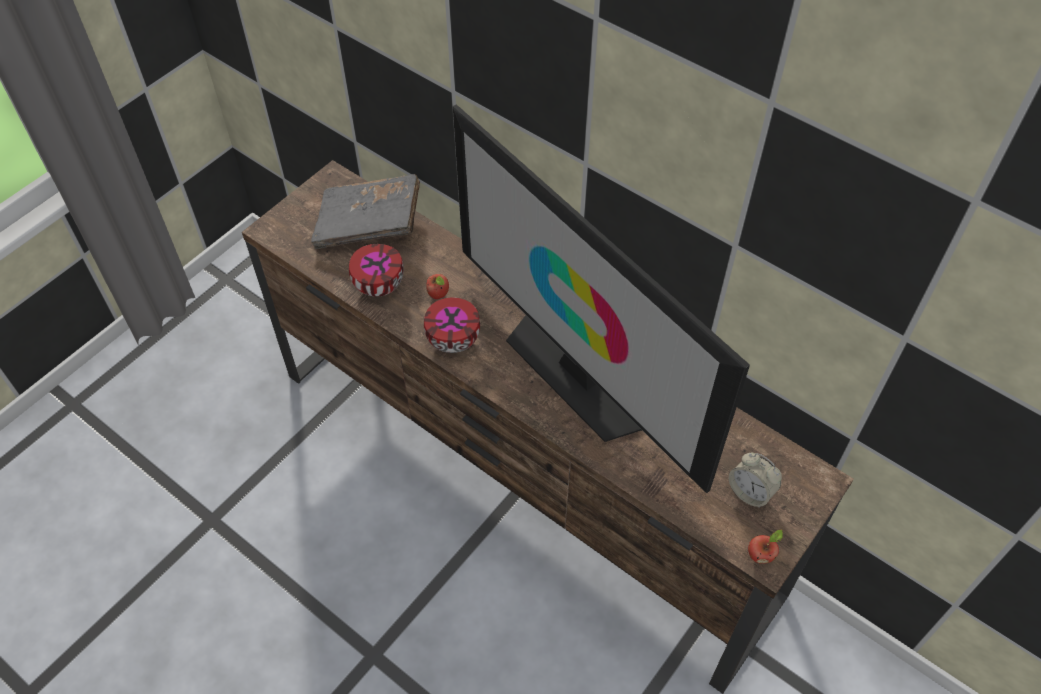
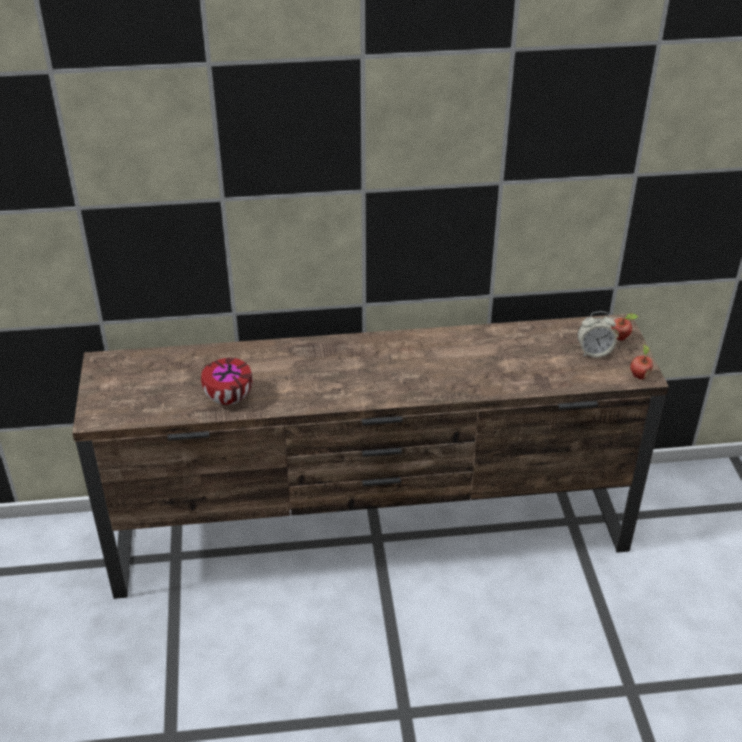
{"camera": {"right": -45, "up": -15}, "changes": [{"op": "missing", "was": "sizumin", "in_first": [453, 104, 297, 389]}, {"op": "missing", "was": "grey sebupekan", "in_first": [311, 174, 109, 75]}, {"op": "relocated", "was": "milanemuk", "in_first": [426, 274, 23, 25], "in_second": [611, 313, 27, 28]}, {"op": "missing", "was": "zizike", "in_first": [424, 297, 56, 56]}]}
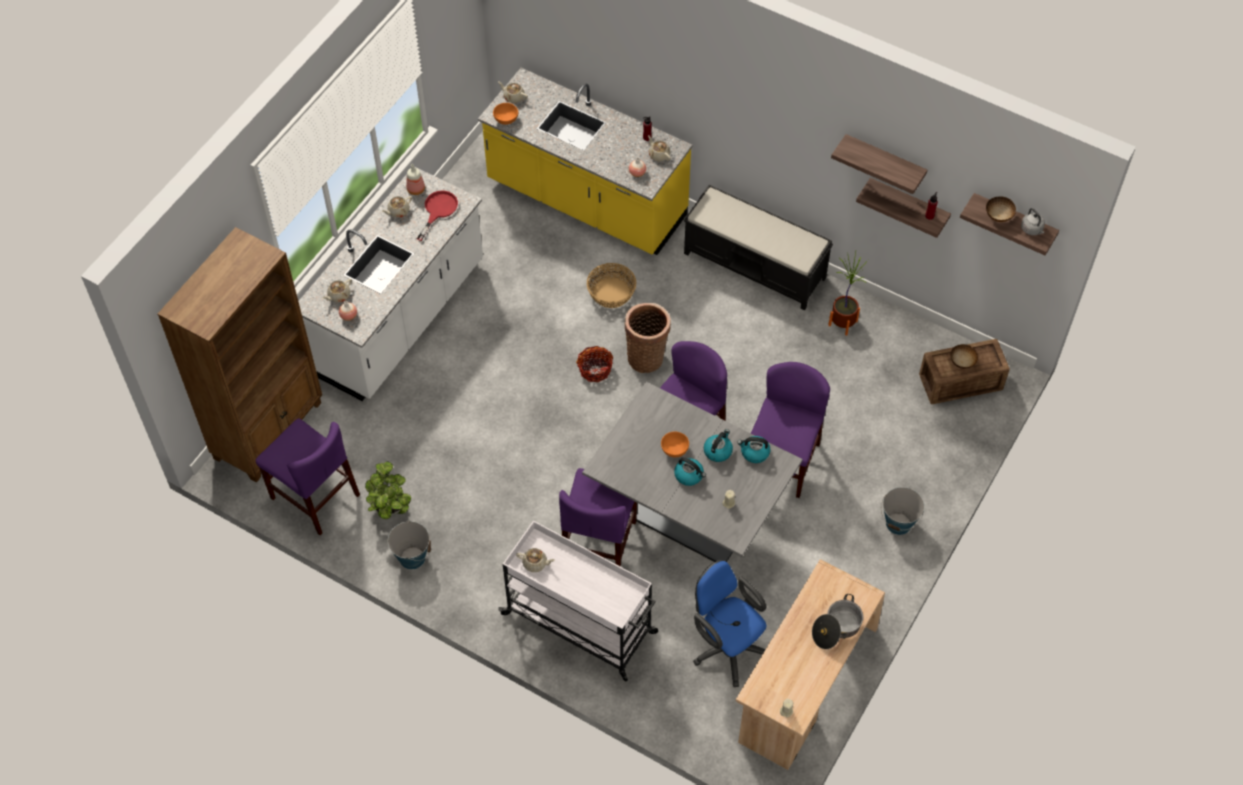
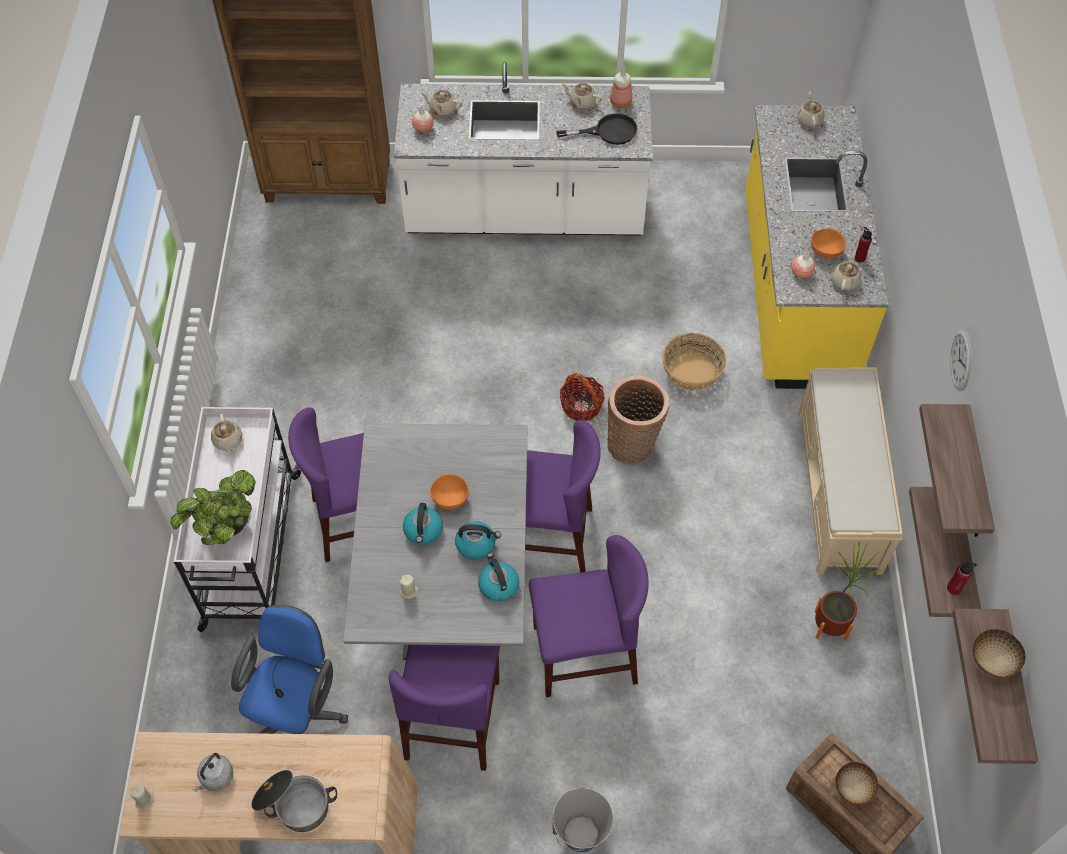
{"camera": {"right": 60, "up": 0}, "changes": [{"op": "relocated", "was": "orange zizike", "in_first": [493, 103, 25, 22], "in_second": [811, 228, 35, 31]}, {"op": "colour", "was": "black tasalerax", "now": "beige tasalerax", "in_first": [684, 185, 149, 125], "in_second": [798, 367, 105, 208]}, {"op": "colour", "was": "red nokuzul", "now": "black nokuzul", "in_first": [417, 190, 41, 51], "in_second": [556, 113, 81, 32]}, {"op": "relocated", "was": "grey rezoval", "in_first": [1021, 208, 24, 27], "in_second": [193, 753, 40, 39]}, {"op": "relocated", "was": "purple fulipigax", "in_first": [255, 418, 105, 117], "in_second": [389, 645, 111, 126]}, {"op": "relocated", "was": "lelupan", "in_first": [365, 461, 46, 58], "in_second": [171, 470, 85, 75]}, {"op": "missing", "was": "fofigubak", "in_first": [388, 520, 43, 50]}, {"op": "appeared", "now": "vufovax", "in_second": [950, 329, 22, 62]}]}
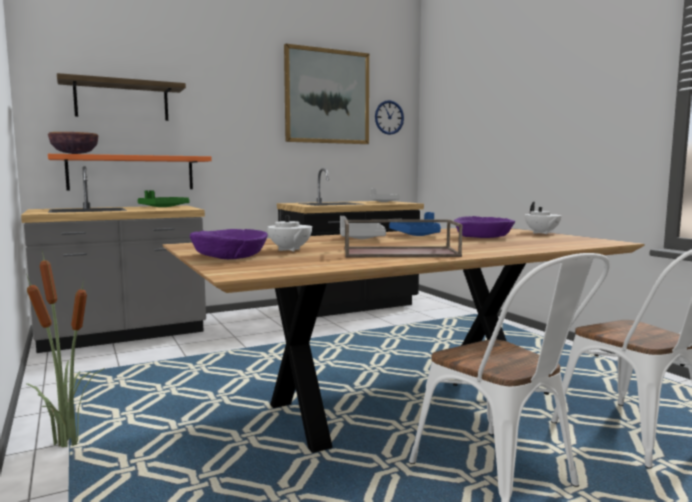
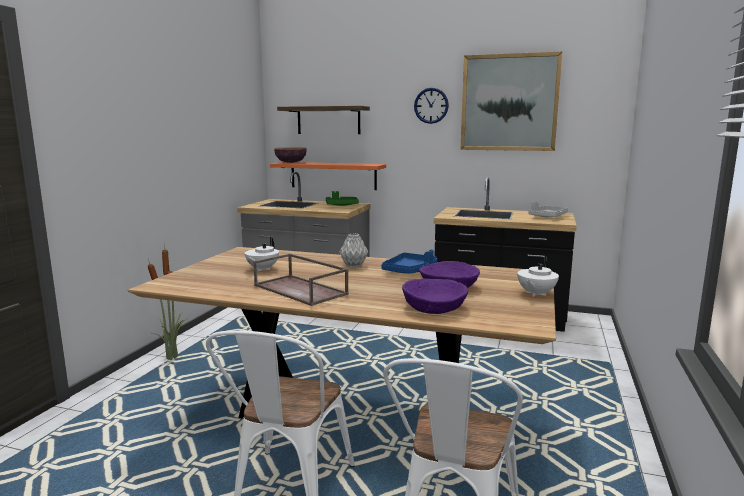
{"camera": {"right": 45, "up": 5}, "changes": [{"op": "relocated", "was": "vufovax", "in_first": [375, 100, 29, 35], "in_second": [414, 88, 35, 36]}, {"op": "exchanged", "was": "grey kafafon", "now": "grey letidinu", "in_first": [340, 216, 46, 23], "in_second": [340, 234, 28, 34]}, {"op": "relocated", "was": "purple zizike", "in_first": [190, 229, 78, 30], "in_second": [402, 278, 66, 36]}]}
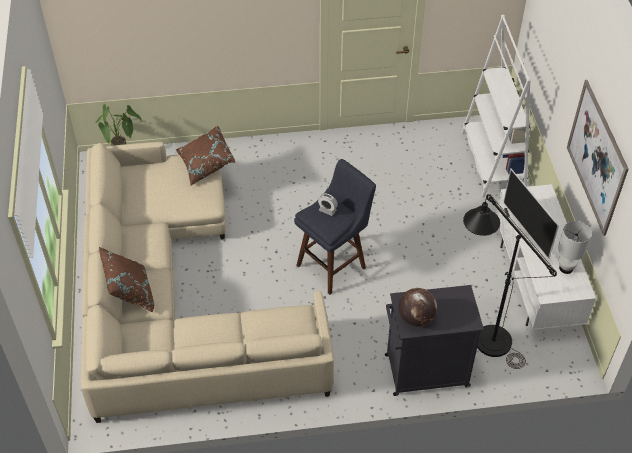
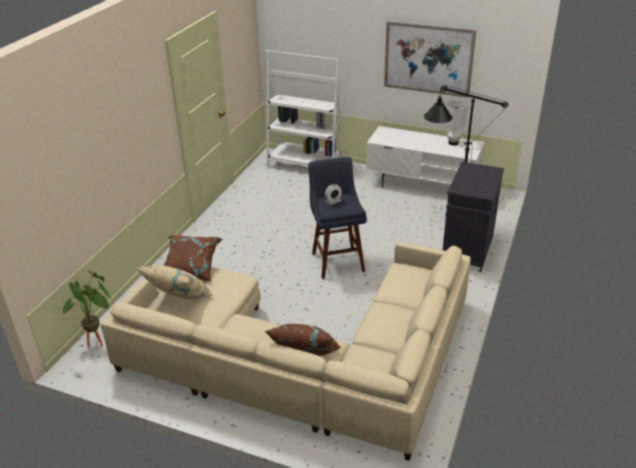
{"camera": {"right": -60, "up": -15}, "changes": [{"op": "missing", "was": "sizumin", "in_first": [503, 168, 56, 91]}, {"op": "missing", "was": "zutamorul", "in_first": [399, 288, 38, 38]}, {"op": "appeared", "now": "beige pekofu", "in_second": [136, 266, 77, 33]}]}
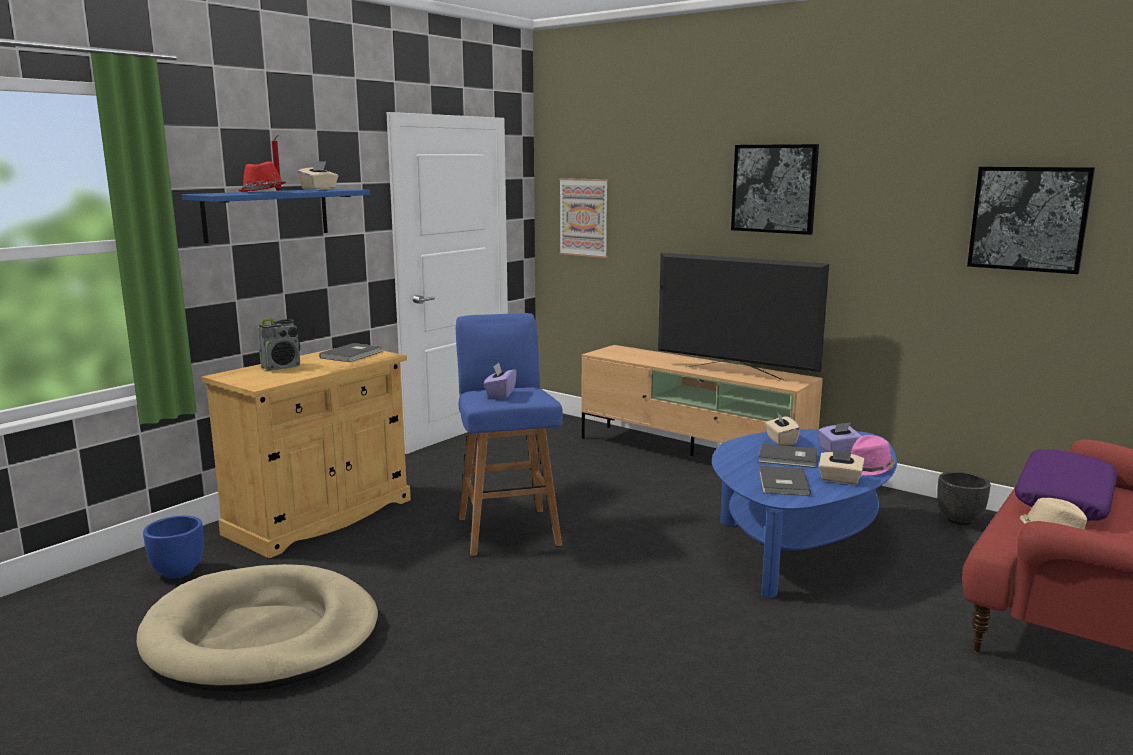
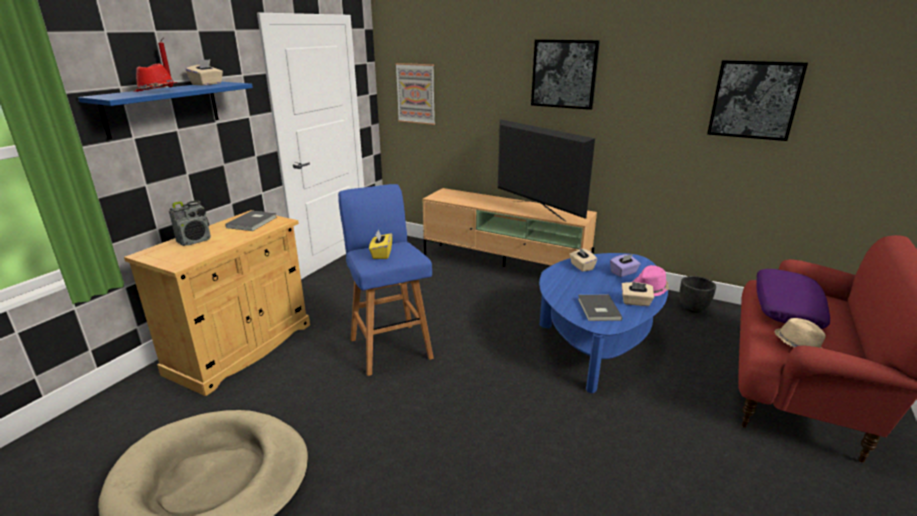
{"camera": {"right": -10, "up": 10}, "changes": [{"op": "spun", "was": "sizumin", "in_first": [658, 253, 171, 128], "in_second": [498, 119, 97, 102], "clockwise": -150}, {"op": "colour", "was": "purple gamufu", "now": "yellow gamufu", "in_first": [484, 362, 33, 36], "in_second": [369, 229, 23, 30]}, {"op": "missing", "was": "grey sebupekan", "in_first": [758, 444, 59, 24]}, {"op": "missing", "was": "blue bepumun", "in_first": [143, 516, 61, 62]}]}
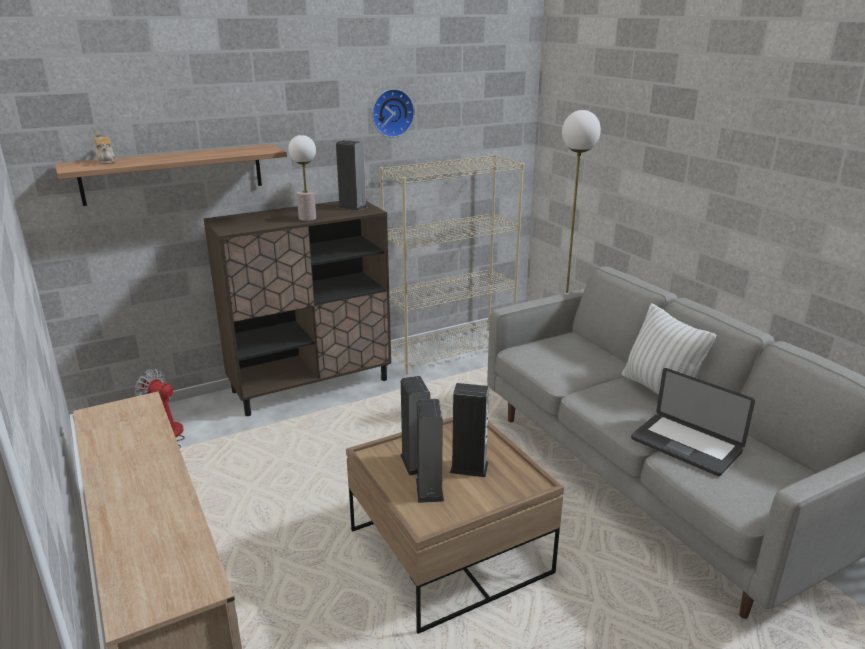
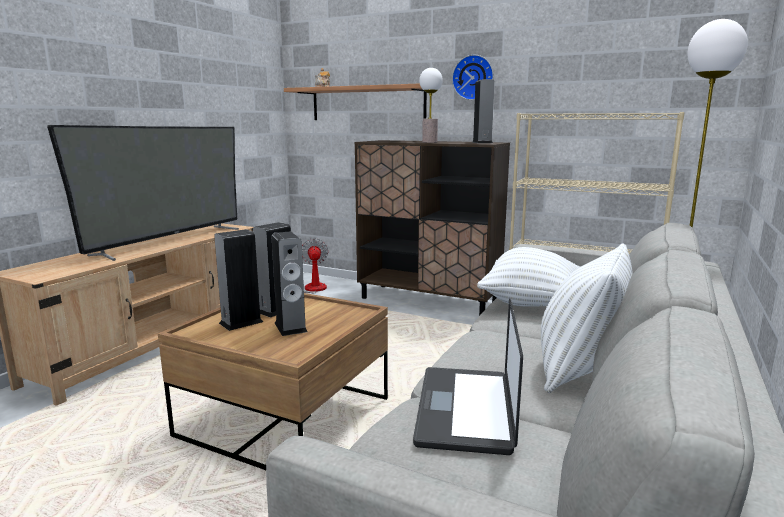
{"camera": {"right": 55, "up": -10}, "changes": [{"op": "relocated", "was": "vufovax", "in_first": [372, 89, 43, 49], "in_second": [452, 55, 42, 45]}, {"op": "appeared", "now": "sizumin", "in_second": [47, 125, 192, 136]}, {"op": "appeared", "now": "white pekofu", "in_second": [477, 247, 103, 59]}]}
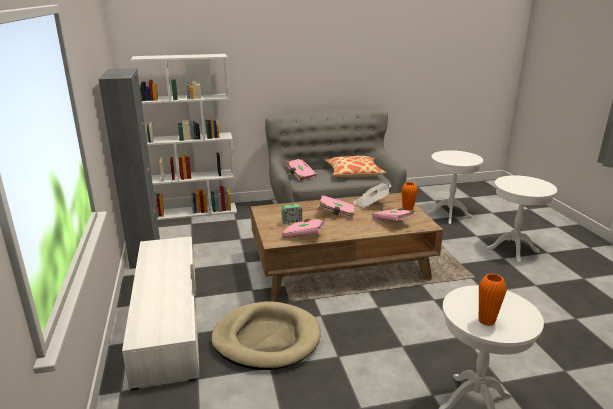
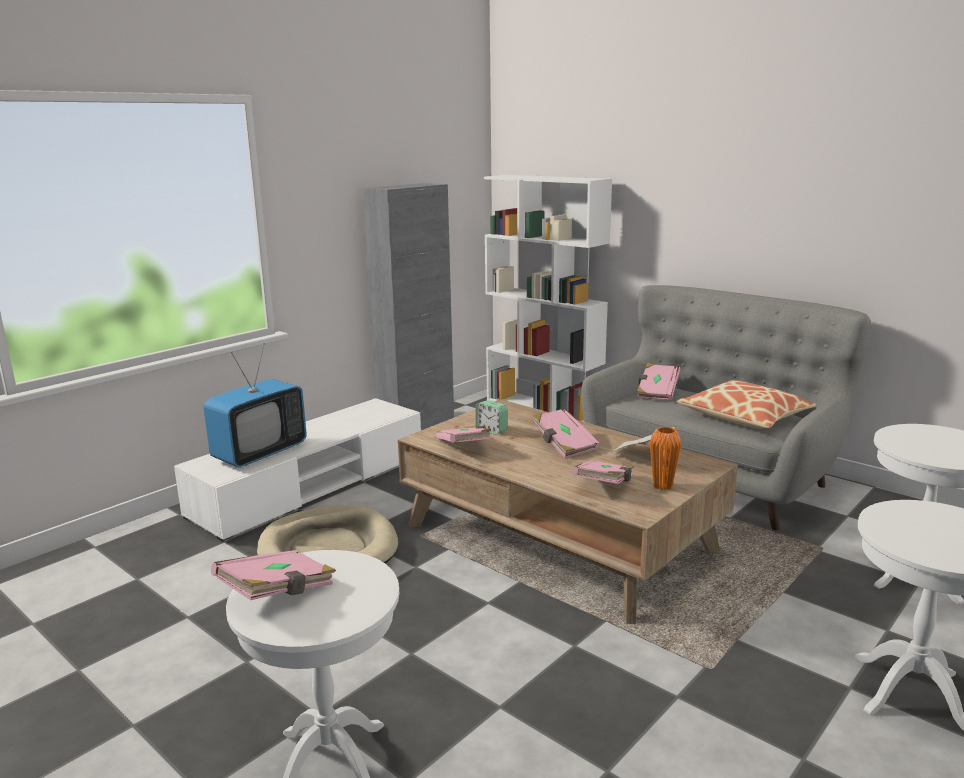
{"camera": {"right": 55, "up": -5}, "changes": [{"op": "exchanged", "was": "orange letidinu", "now": "pink sebupekan", "in_first": [479, 274, 28, 52], "in_second": [211, 550, 125, 50]}, {"op": "appeared", "now": "sizumin", "in_second": [203, 343, 104, 124]}]}
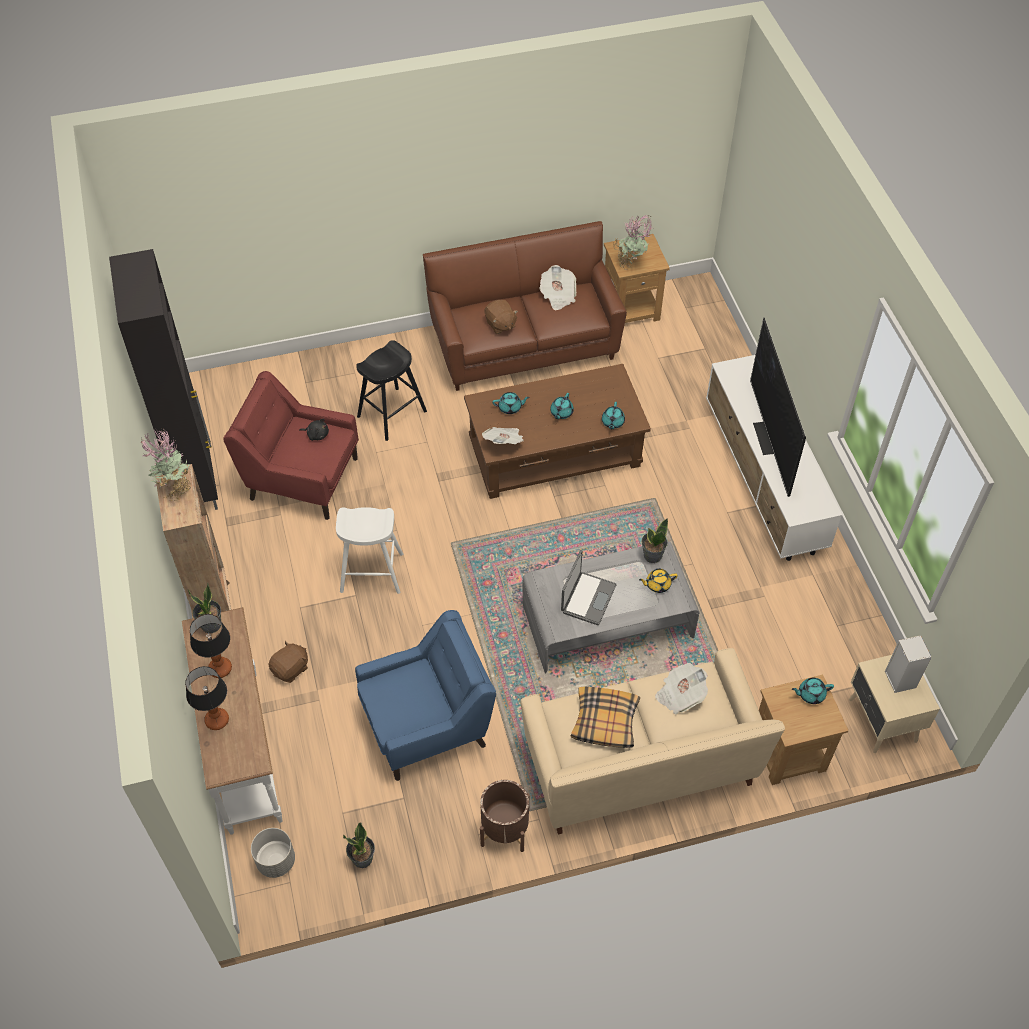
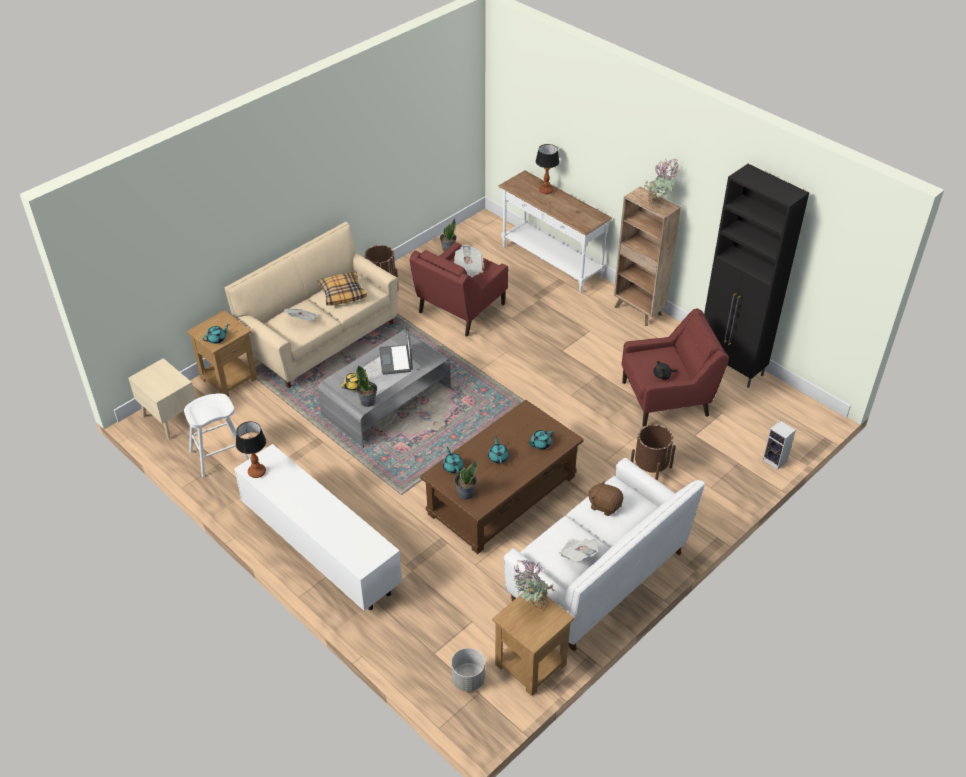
{"camera": {"right": 150, "up": -10}, "changes": [{"op": "colour", "was": "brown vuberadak", "now": "white vuberadak", "in_first": [423, 221, 204, 170], "in_second": [503, 458, 202, 193]}, {"op": "missing", "was": "sizumin", "in_first": [750, 318, 56, 179]}, {"op": "exchanged", "was": "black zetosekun", "now": "brown bepumun", "in_first": [356, 340, 71, 101], "in_second": [631, 424, 45, 57]}, {"op": "relocated", "was": "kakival", "in_first": [482, 427, 42, 17], "in_second": [454, 245, 30, 33]}, {"op": "relocated", "was": "white zetosekun", "in_first": [336, 507, 67, 87], "in_second": [184, 393, 65, 84]}, {"op": "relocated", "was": "lelupan", "in_first": [188, 582, 33, 51], "in_second": [454, 460, 23, 40]}, {"op": "colour", "was": "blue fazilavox", "now": "red fazilavox", "in_first": [355, 610, 141, 171], "in_second": [410, 242, 98, 94]}, {"op": "relocated", "was": "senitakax", "in_first": [190, 614, 42, 64], "in_second": [236, 421, 30, 57]}, {"op": "relocated", "was": "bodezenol", "in_first": [885, 635, 46, 58], "in_second": [762, 420, 34, 50]}, {"op": "missing", "was": "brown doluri", "in_first": [268, 641, 40, 42]}, {"op": "relocated", "was": "grey bepumun", "in_first": [251, 828, 44, 50], "in_second": [451, 648, 34, 44]}]}
